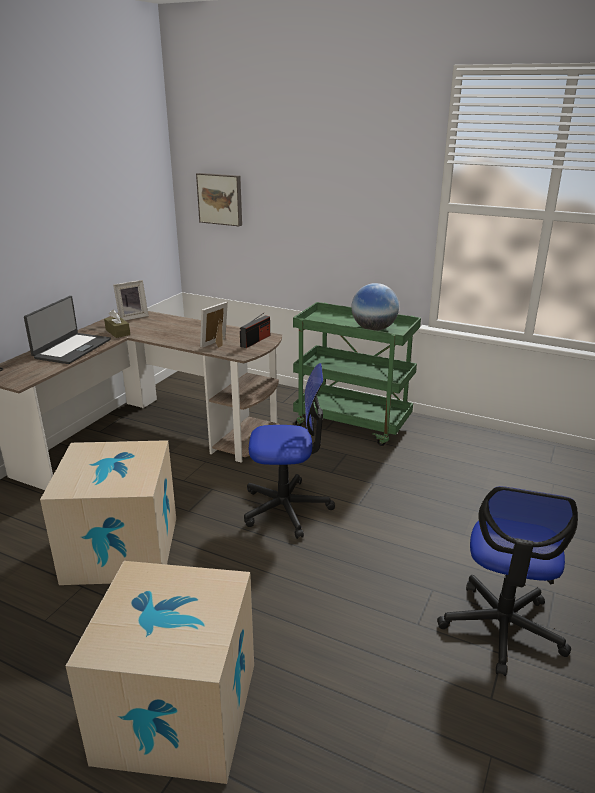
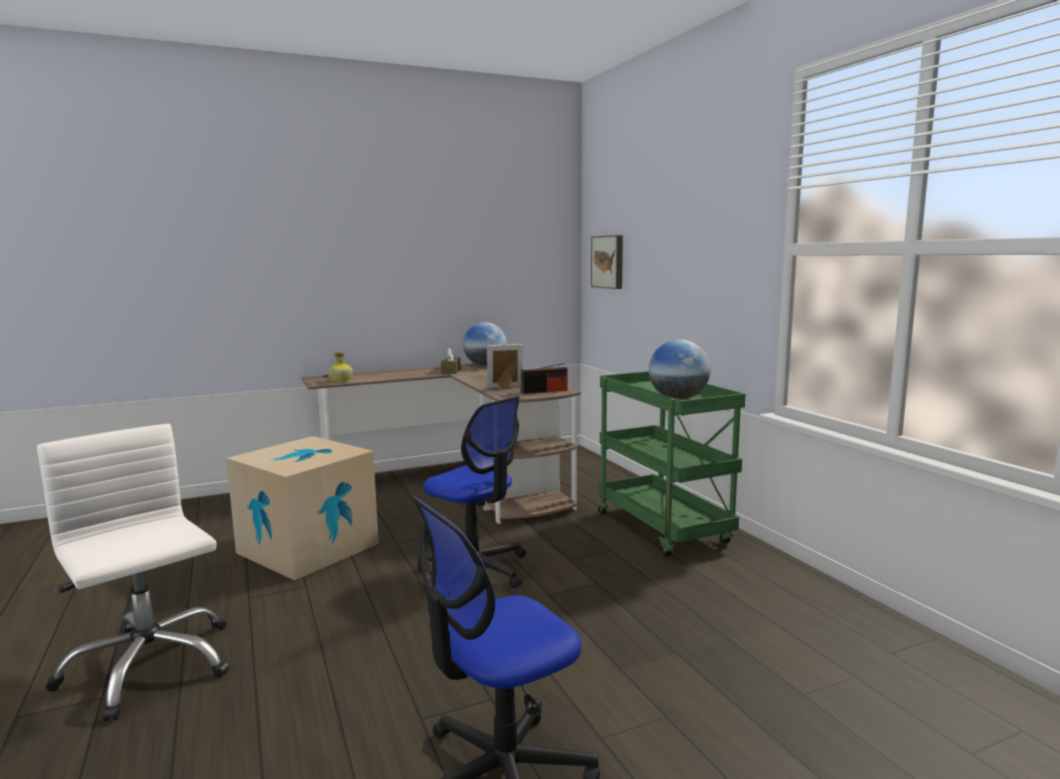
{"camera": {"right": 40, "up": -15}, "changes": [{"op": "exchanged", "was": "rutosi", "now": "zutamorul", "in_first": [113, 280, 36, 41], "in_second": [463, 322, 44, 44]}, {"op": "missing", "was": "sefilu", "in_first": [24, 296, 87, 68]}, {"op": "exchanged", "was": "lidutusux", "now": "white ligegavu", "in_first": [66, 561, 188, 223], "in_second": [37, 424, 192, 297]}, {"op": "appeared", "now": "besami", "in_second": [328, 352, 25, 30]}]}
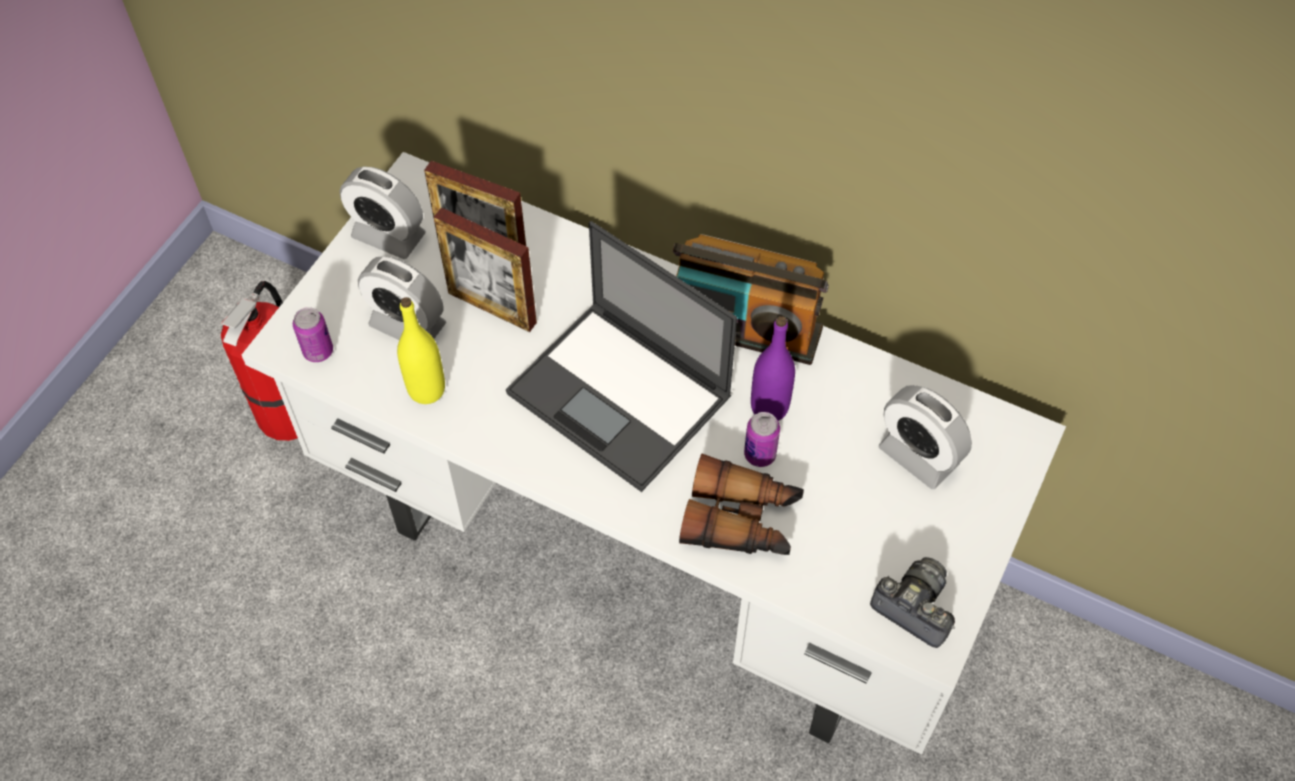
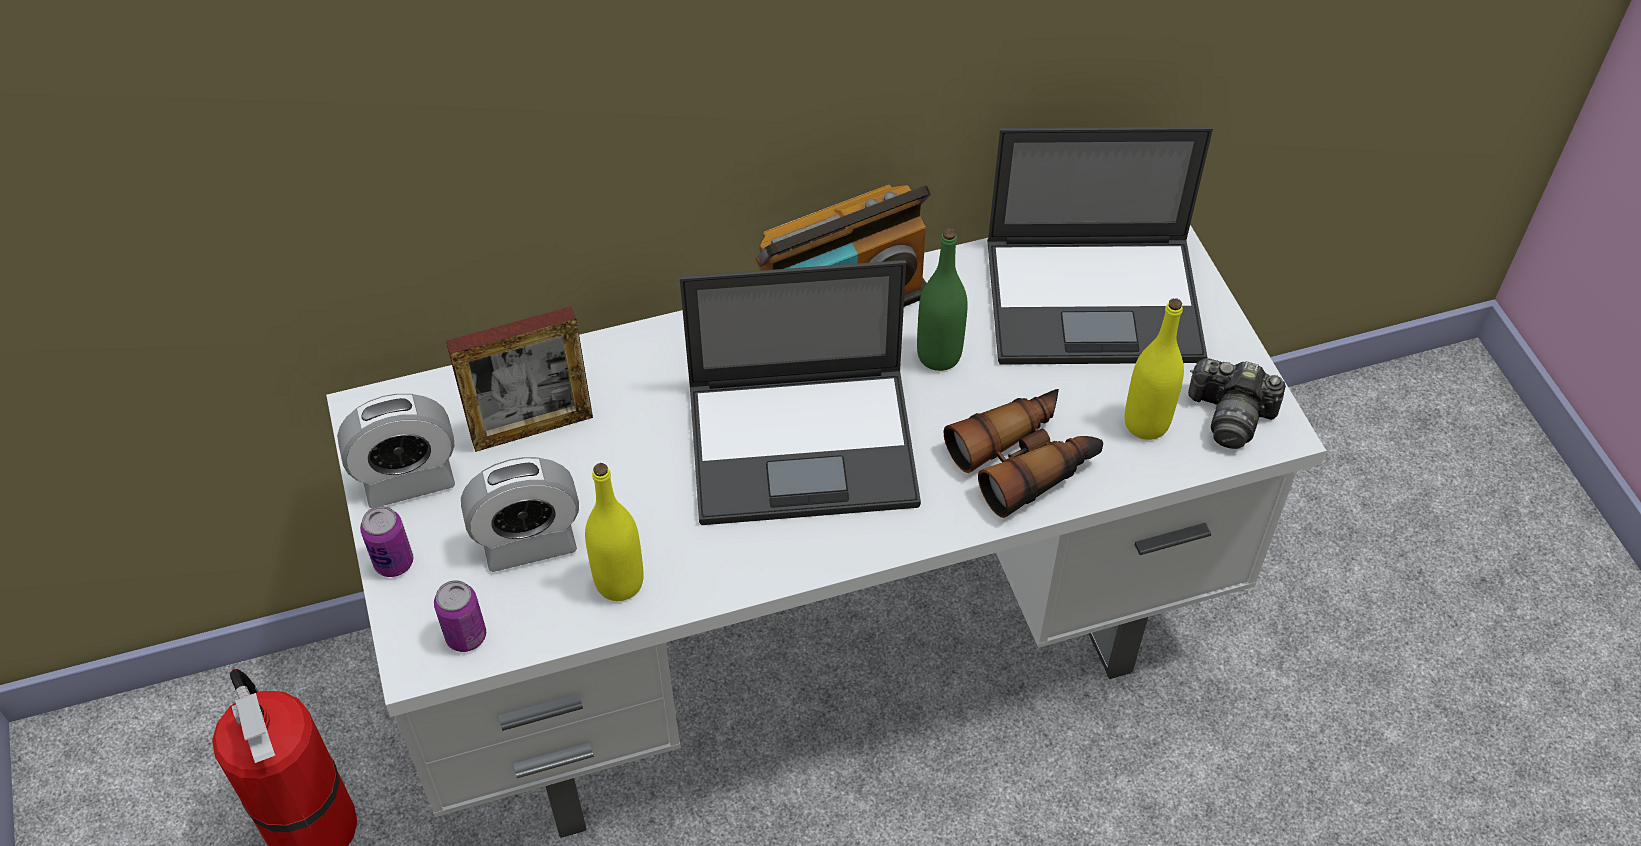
{"camera": {"right": -45, "up": -5}, "changes": [{"op": "missing", "was": "rutosi", "in_first": [434, 207, 103, 125]}, {"op": "colour", "was": "purple besami", "now": "green besami", "in_first": [751, 316, 44, 105], "in_second": [917, 228, 50, 143]}, {"op": "exchanged", "was": "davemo", "now": "sefilu", "in_first": [879, 385, 93, 104], "in_second": [987, 127, 226, 238]}, {"op": "relocated", "was": "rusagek", "in_first": [744, 412, 36, 55], "in_second": [360, 506, 53, 71]}, {"op": "spun", "was": "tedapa", "in_first": [870, 557, 85, 91], "in_second": [1188, 358, 98, 91], "clockwise": -150}, {"op": "appeared", "now": "yellow besami", "in_second": [1125, 298, 59, 142]}]}
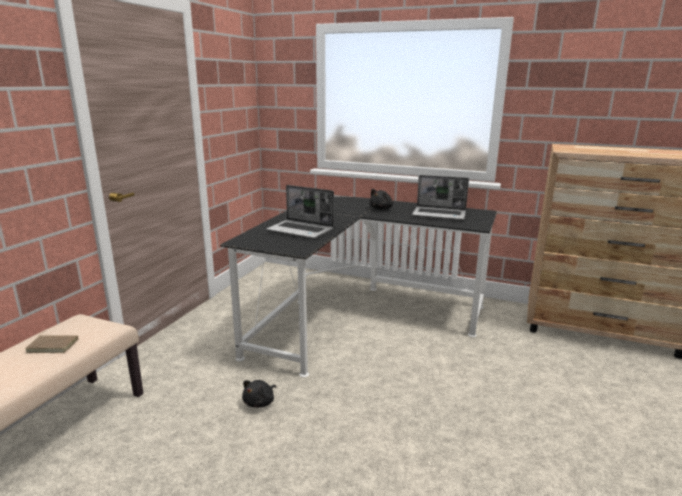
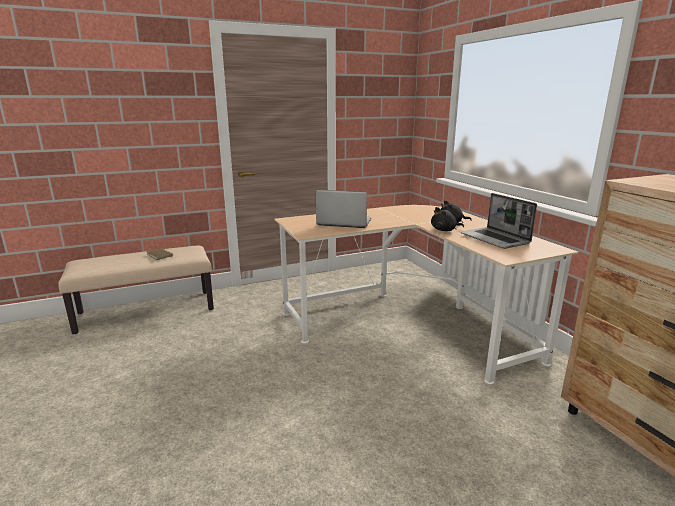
{"camera": {"right": 45, "up": 0}, "changes": [{"op": "spun", "was": "sefilu", "in_first": [266, 185, 68, 54], "in_second": [316, 190, 55, 38], "clockwise": 120}, {"op": "colour", "was": "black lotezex", "now": "beige lotezex", "in_first": [220, 197, 277, 180], "in_second": [275, 205, 304, 179]}, {"op": "relocated", "was": "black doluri", "in_first": [242, 380, 34, 28], "in_second": [431, 207, 33, 24]}]}
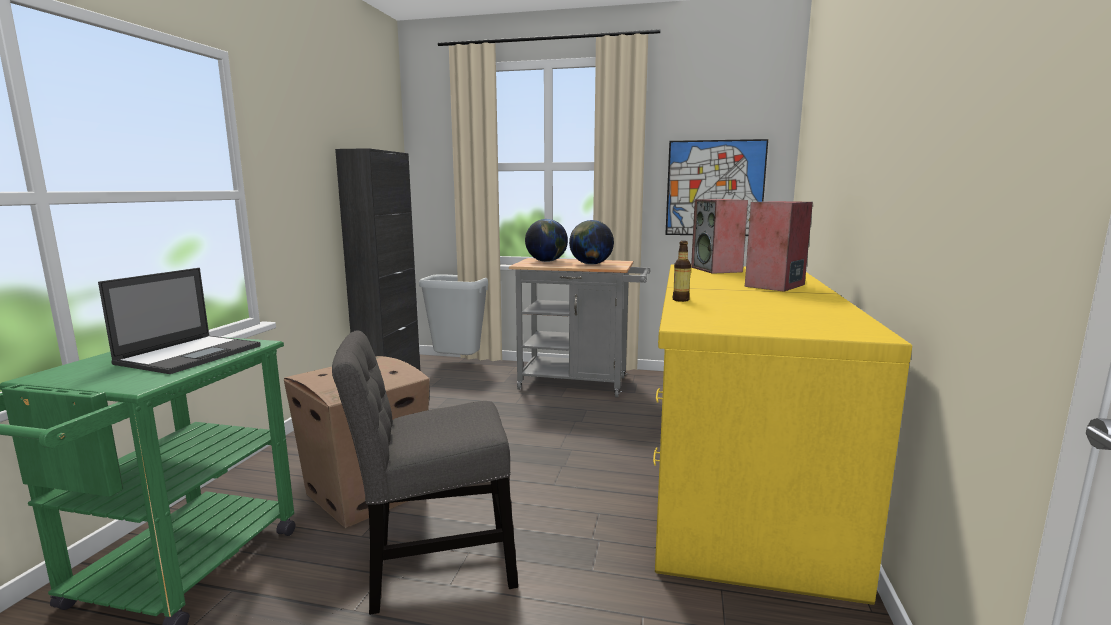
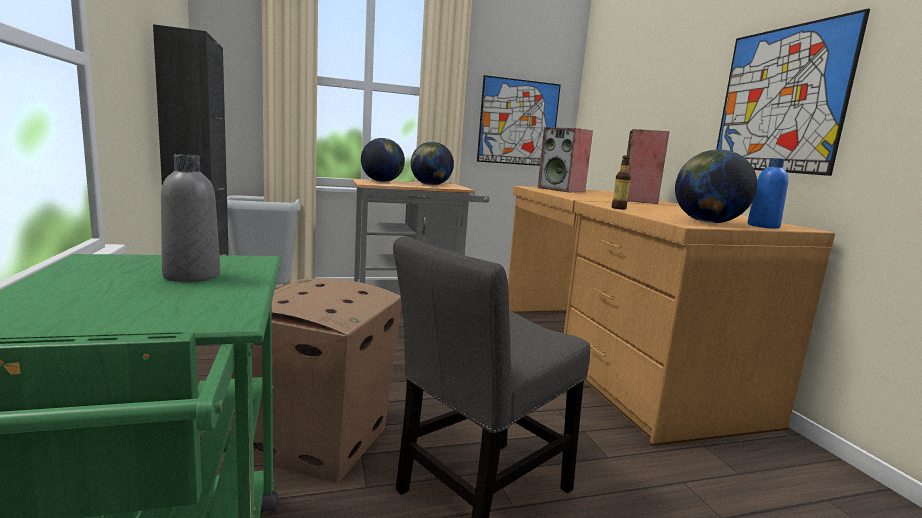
{"camera": {"right": -30, "up": 0}, "changes": [{"op": "colour", "was": "yellow lotezex", "now": "brown lotezex", "in_first": [653, 264, 259, 341], "in_second": [508, 186, 327, 260]}, {"op": "exchanged", "was": "sefilu", "now": "grey besami", "in_first": [98, 268, 163, 106], "in_second": [161, 154, 59, 128]}, {"op": "appeared", "now": "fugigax", "in_second": [716, 9, 154, 167]}, {"op": "appeared", "now": "zutamorul", "in_second": [675, 149, 82, 74]}, {"op": "appeared", "now": "blue besami", "in_second": [747, 158, 41, 71]}]}
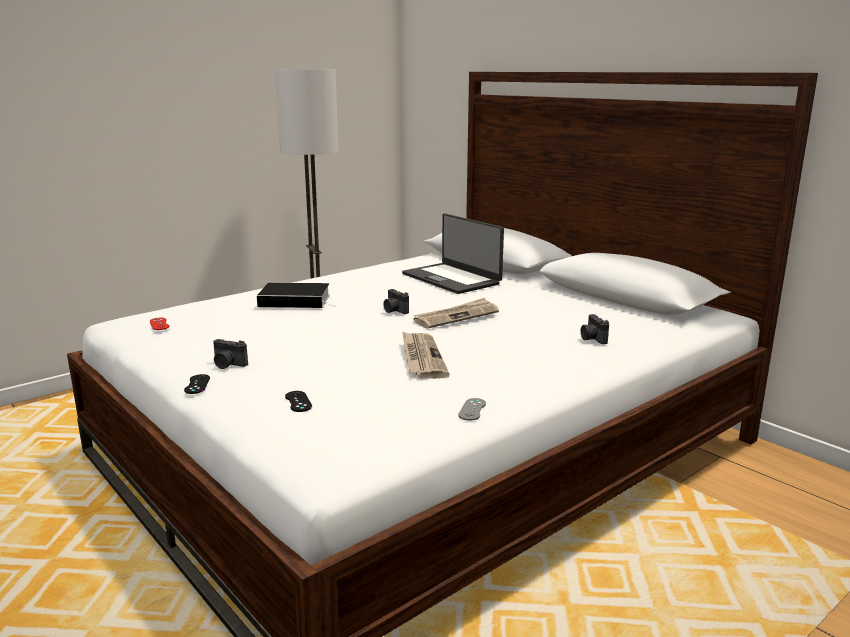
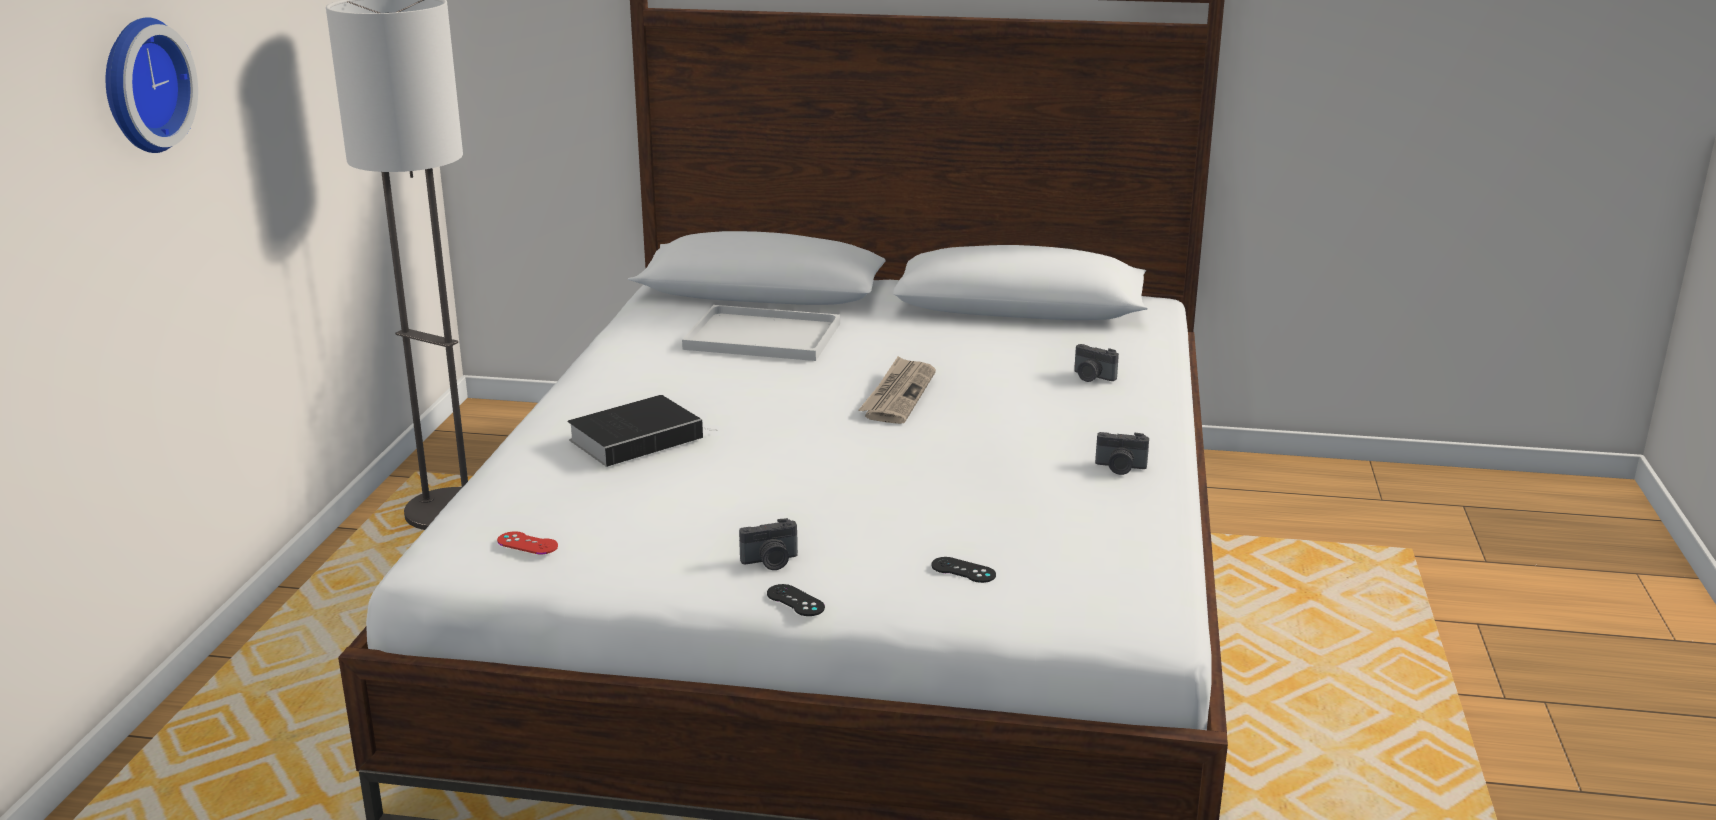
{"camera": {"right": -40, "up": 5}, "changes": [{"op": "exchanged", "was": "sefilu", "now": "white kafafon", "in_first": [402, 213, 102, 81], "in_second": [682, 305, 158, 56]}, {"op": "relocated", "was": "tedapa", "in_first": [383, 289, 26, 25], "in_second": [1095, 432, 54, 43]}, {"op": "missing", "was": "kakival", "in_first": [402, 331, 47, 48]}, {"op": "missing", "was": "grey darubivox", "in_first": [458, 398, 28, 23]}, {"op": "appeared", "now": "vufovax", "in_second": [106, 17, 92, 136]}]}
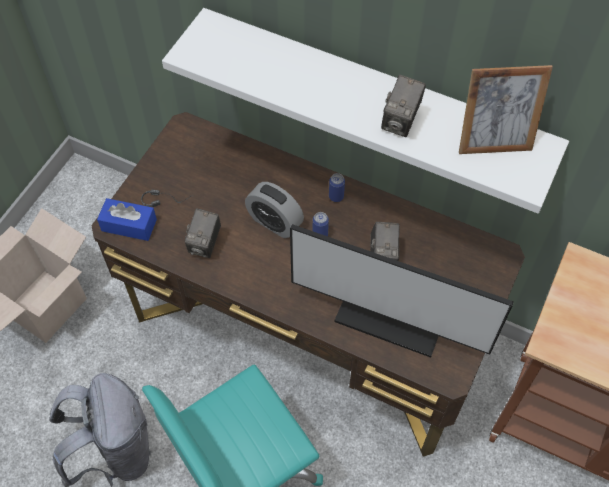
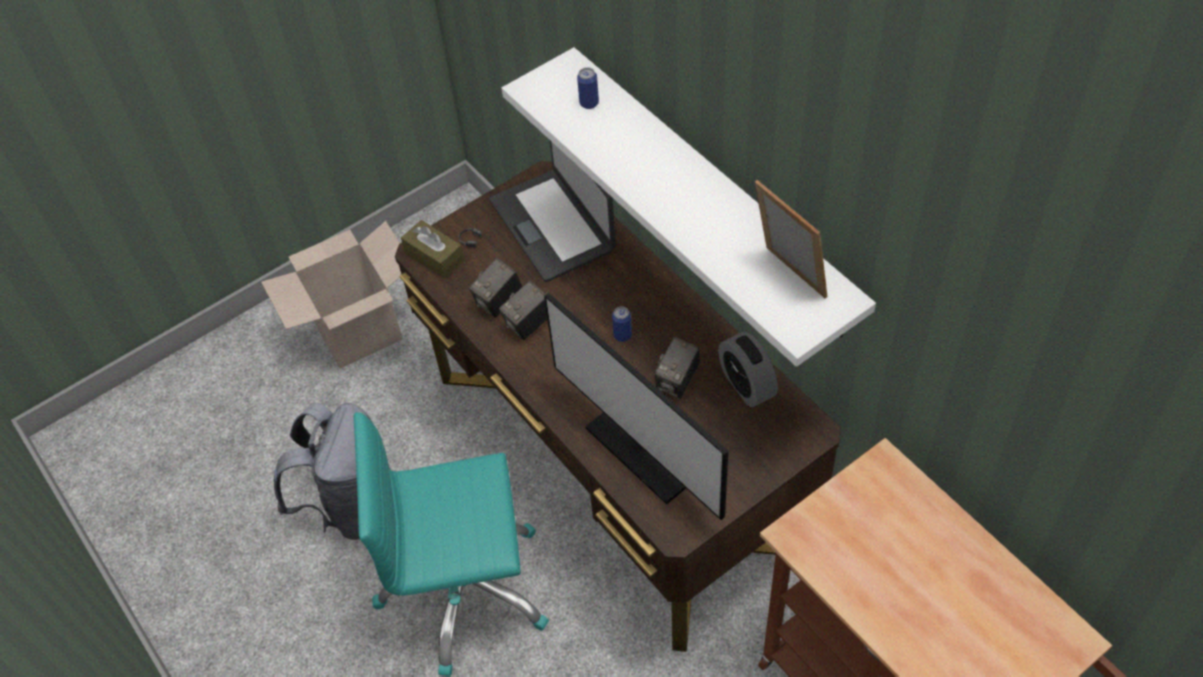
{"camera": {"right": 30, "up": -5}, "changes": [{"op": "spun", "was": "rutosi", "in_first": [459, 65, 94, 89], "in_second": [755, 180, 72, 118], "clockwise": -150}, {"op": "relocated", "was": "tedapa", "in_first": [381, 75, 45, 62], "in_second": [499, 281, 49, 59]}, {"op": "relocated", "was": "rusagek", "in_first": [329, 173, 16, 29], "in_second": [577, 67, 22, 42]}, {"op": "relocated", "was": "davemo", "in_first": [245, 182, 59, 56], "in_second": [718, 332, 60, 75]}, {"op": "colour", "was": "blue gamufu", "now": "brown gamufu", "in_first": [97, 198, 60, 43], "in_second": [401, 220, 64, 59]}, {"op": "appeared", "now": "sefilu", "in_second": [489, 140, 127, 142]}]}
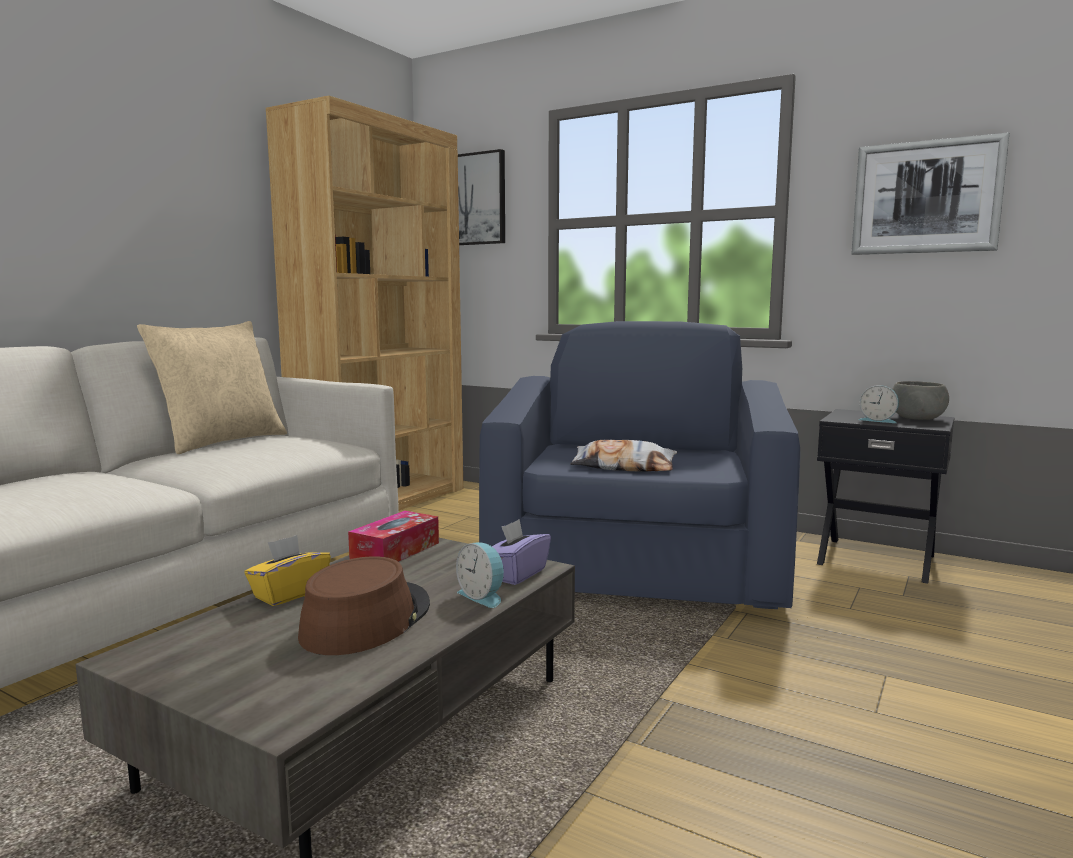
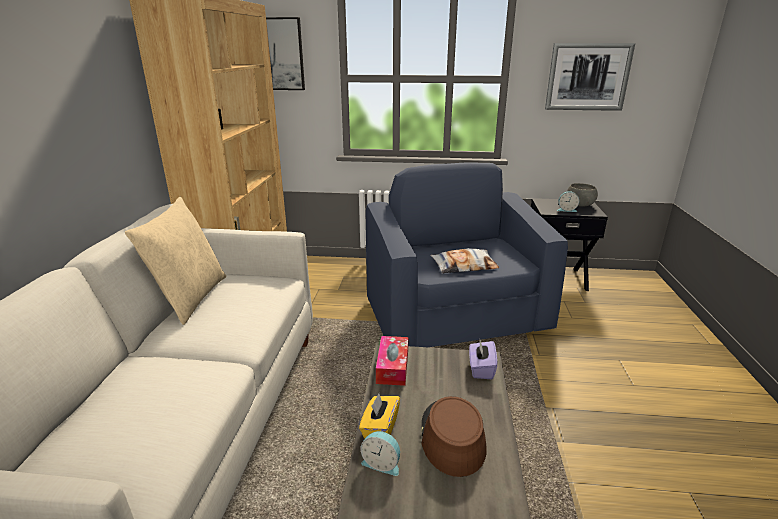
{"camera": {"right": -25, "up": 15}, "changes": [{"op": "relocated", "was": "davemo", "in_first": [456, 542, 48, 66], "in_second": [361, 431, 39, 45]}]}
